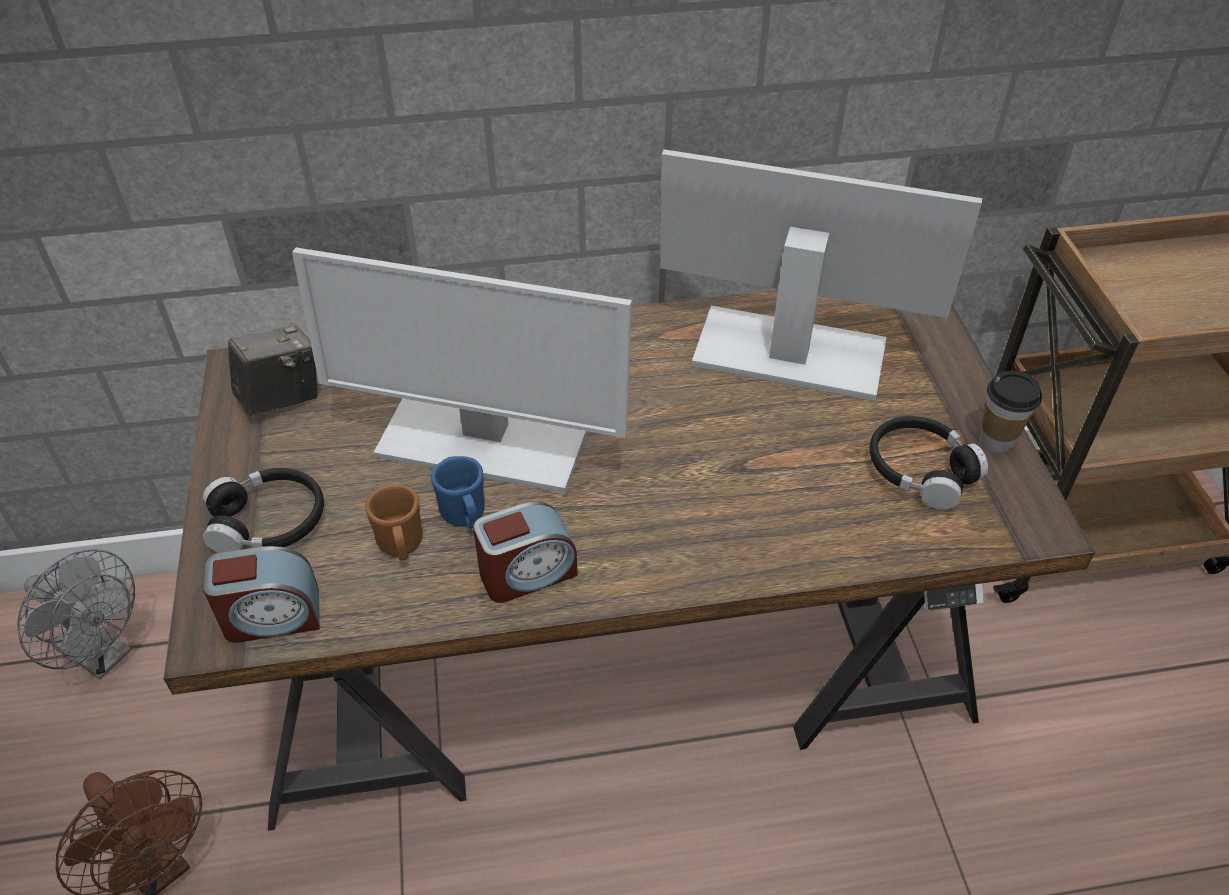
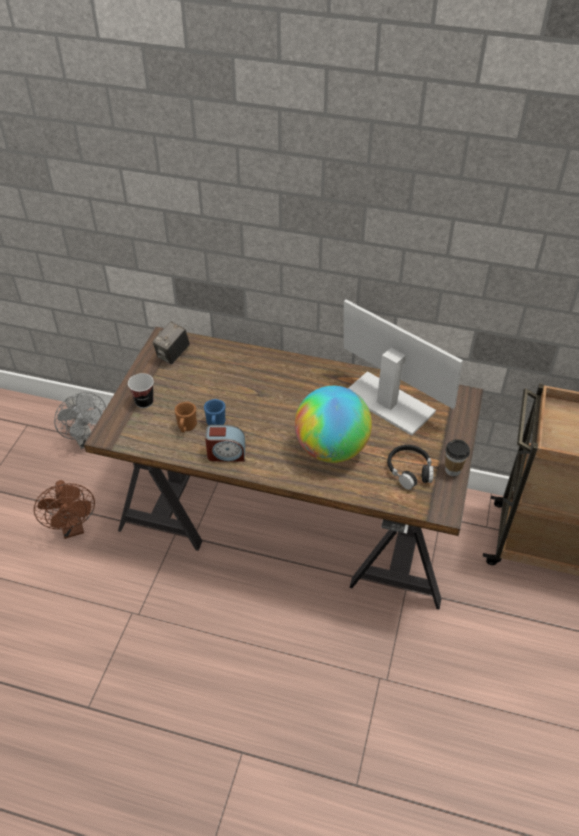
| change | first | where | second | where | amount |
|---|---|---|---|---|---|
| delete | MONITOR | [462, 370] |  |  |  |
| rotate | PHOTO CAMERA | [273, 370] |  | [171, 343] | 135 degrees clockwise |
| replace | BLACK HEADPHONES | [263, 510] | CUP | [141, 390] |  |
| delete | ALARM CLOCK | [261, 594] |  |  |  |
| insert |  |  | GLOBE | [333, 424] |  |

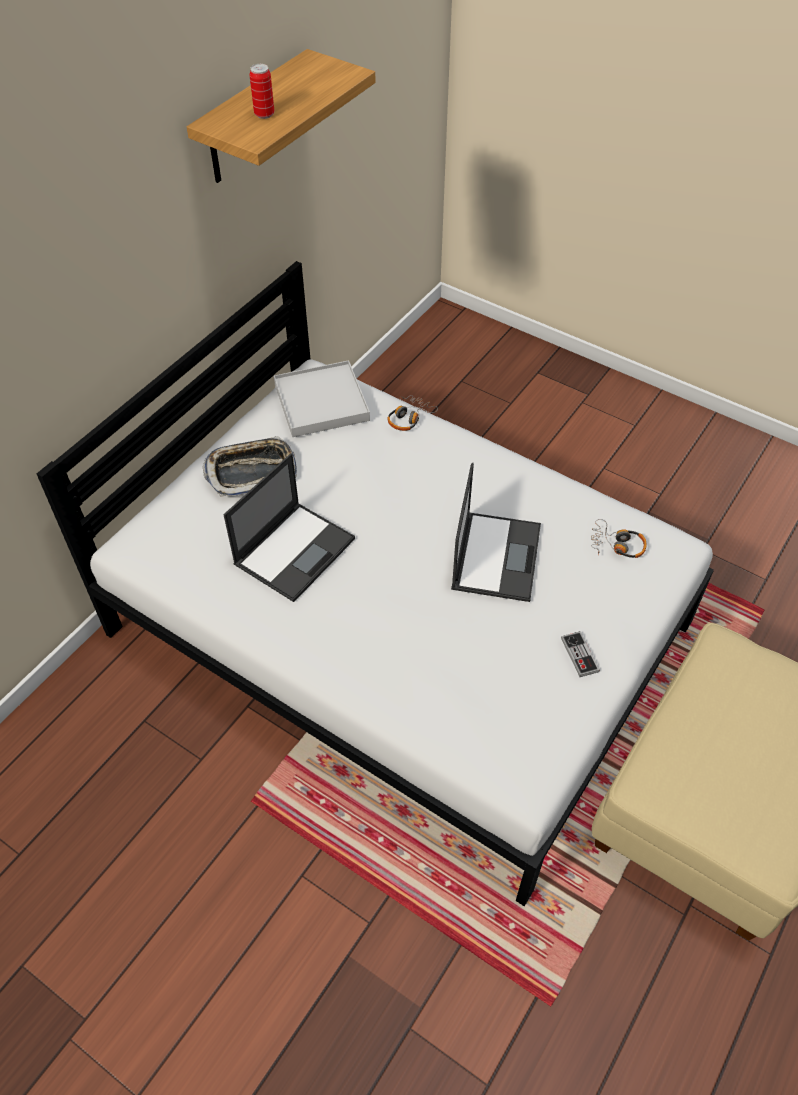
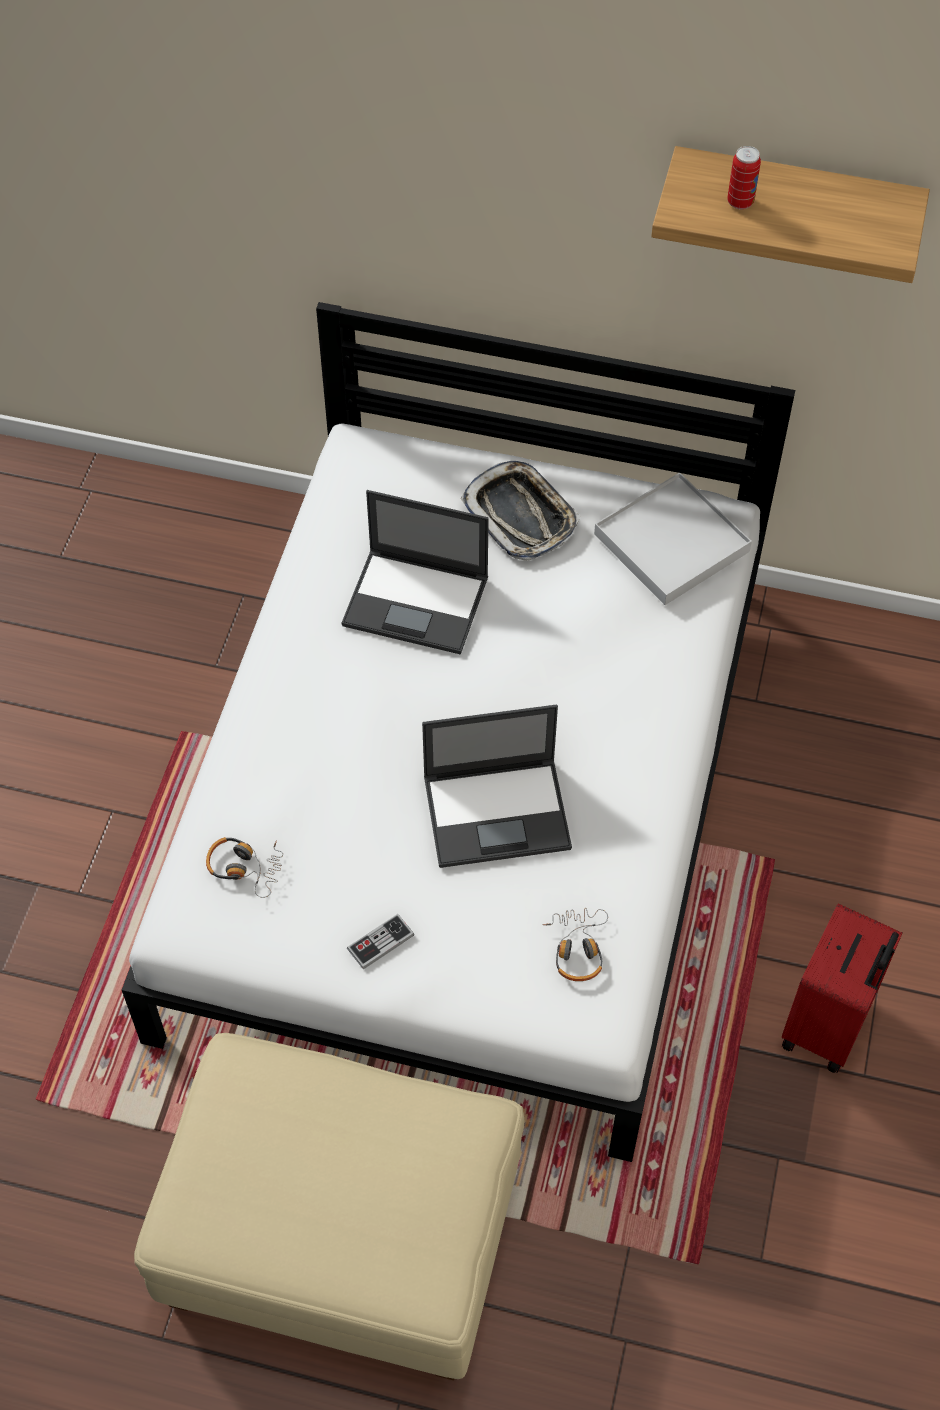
| change | first | where | second | where | amount |
|---|---|---|---|---|---|
| move | HEADPHONES | [412, 413] |  | [244, 867] |  |
| insert |  |  | RED SUITCASE | [842, 988] |  |

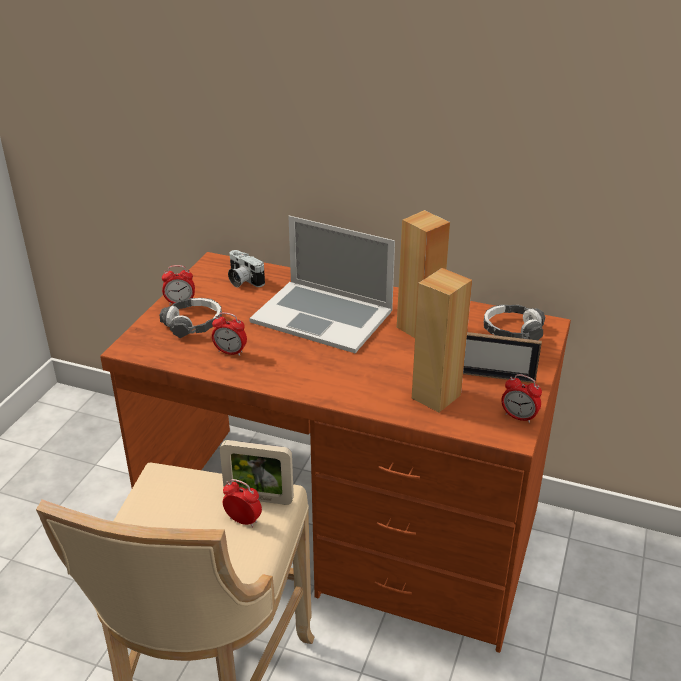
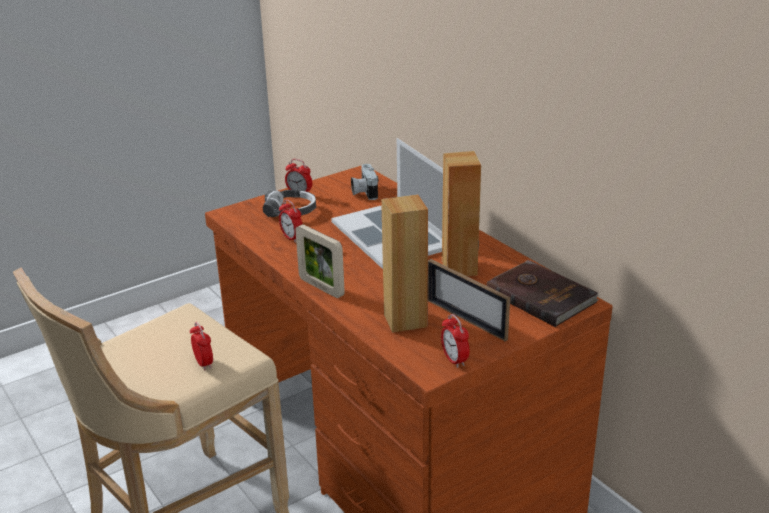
| change | first | where | second | where | amount |
|---|---|---|---|---|---|
| replace | HEADPHONES | [514, 322] | BROWN BOOK | [542, 293] |  |
| move | PICTURE FRAME | [257, 472] |  | [320, 261] |  |

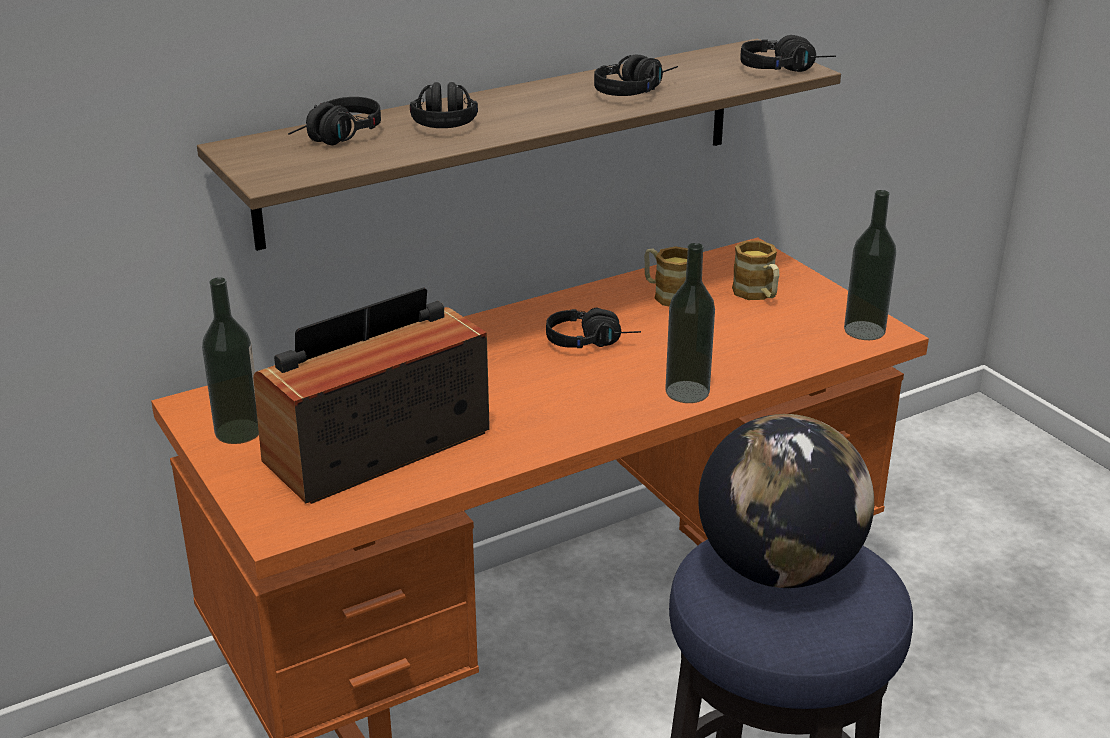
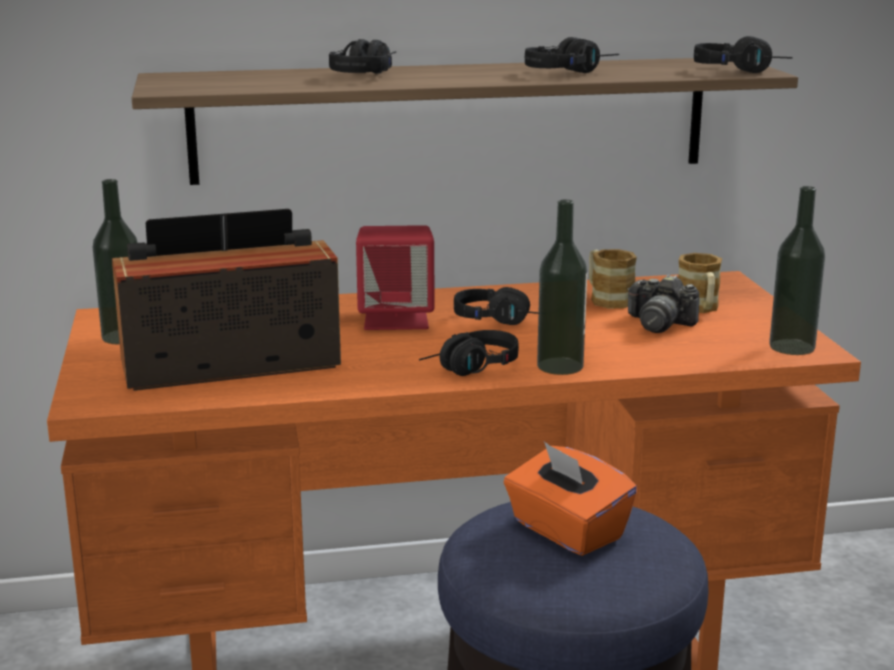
| change | first | where | second | where | amount |
|---|---|---|---|---|---|
| move | BLACK HEADPHONES | [334, 121] |  | [469, 353] |  |
| replace | GLOBE | [786, 501] | ORANGE TISSUE BOX | [570, 499] |  |
| insert |  |  | RED SPEAKER | [395, 277] |  |
| insert |  |  | PHOTO CAMERA | [663, 303] |  |

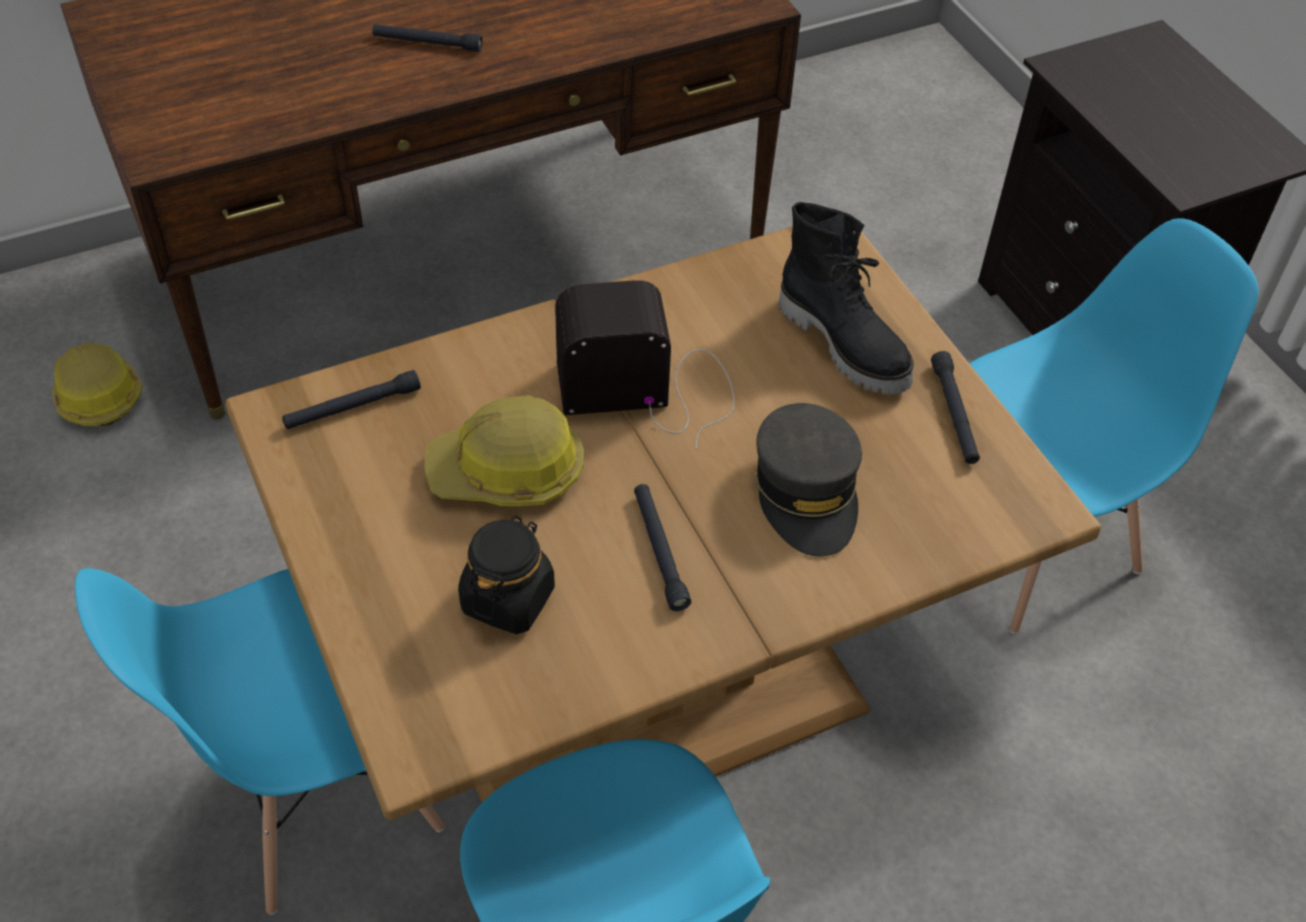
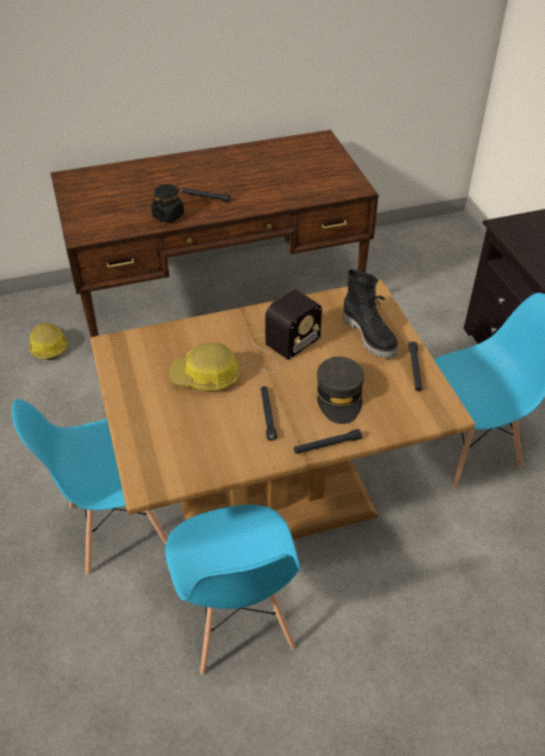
| change | first | where | second | where | amount |
|---|---|---|---|---|---|
| rotate | RADIO | [645, 365] |  | [281, 331] | 135 degrees clockwise |
| move | BLACK FLASHLIGHT | [351, 399] |  | [328, 441] |  |
| move | BLACK JAR | [506, 574] |  | [167, 203] |  |

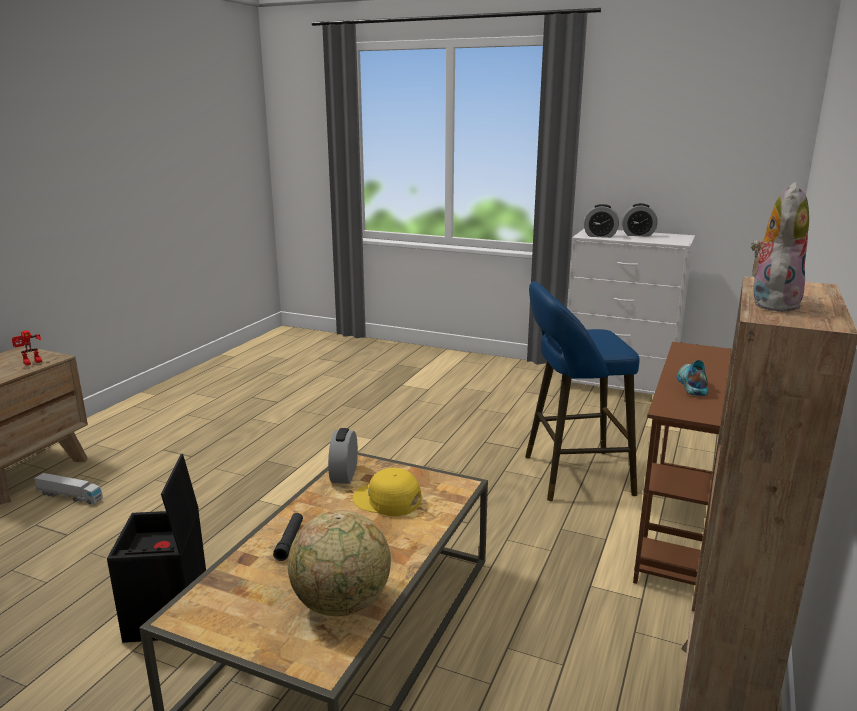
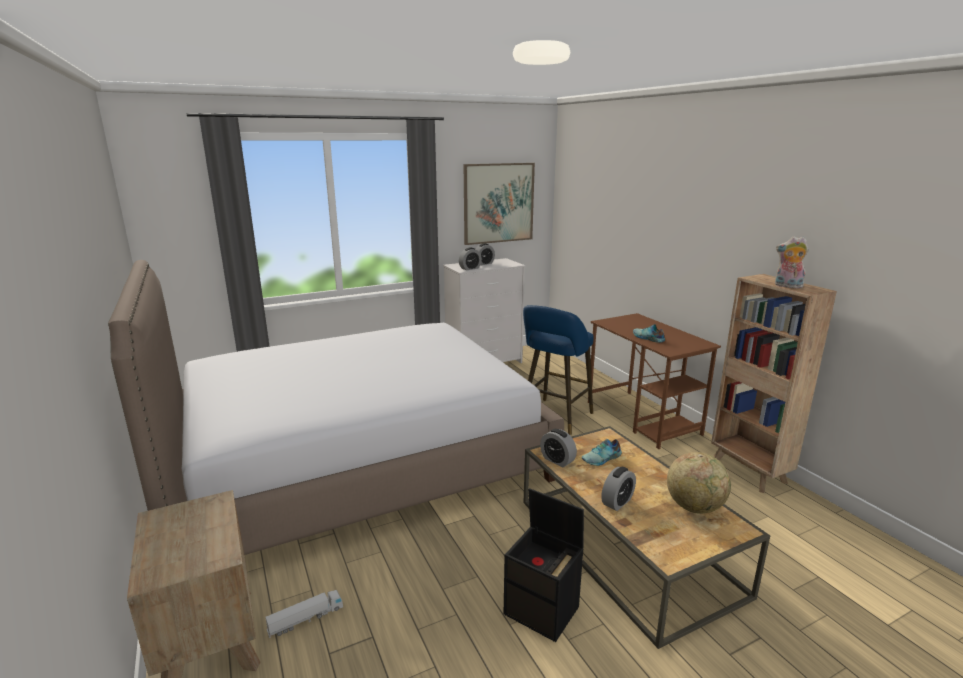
| change | first | where | second | where | amount |
|---|---|---|---|---|---|
| rotate | PLUSH TOY | [780, 247] |  | [792, 262] | 45 degrees counterclockwise |
| delete | TOY ROBOT | [27, 347] |  |  |  |
| replace | YELLOW CAP | [386, 492] | SHOE | [602, 452] |  |
| replace | BLACK FLASHLIGHT | [288, 537] | ALARM CLOCK | [618, 489] |  |
| insert |  |  | PICTURE | [499, 204] |  |
| insert |  |  | BED | [336, 407] |  |

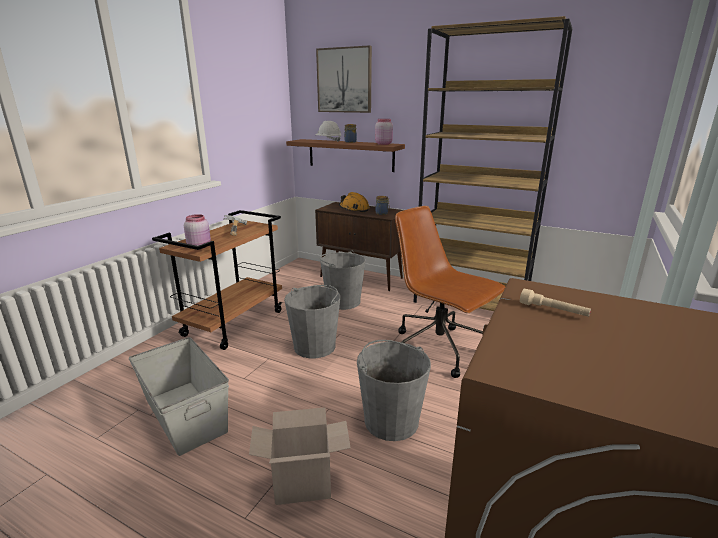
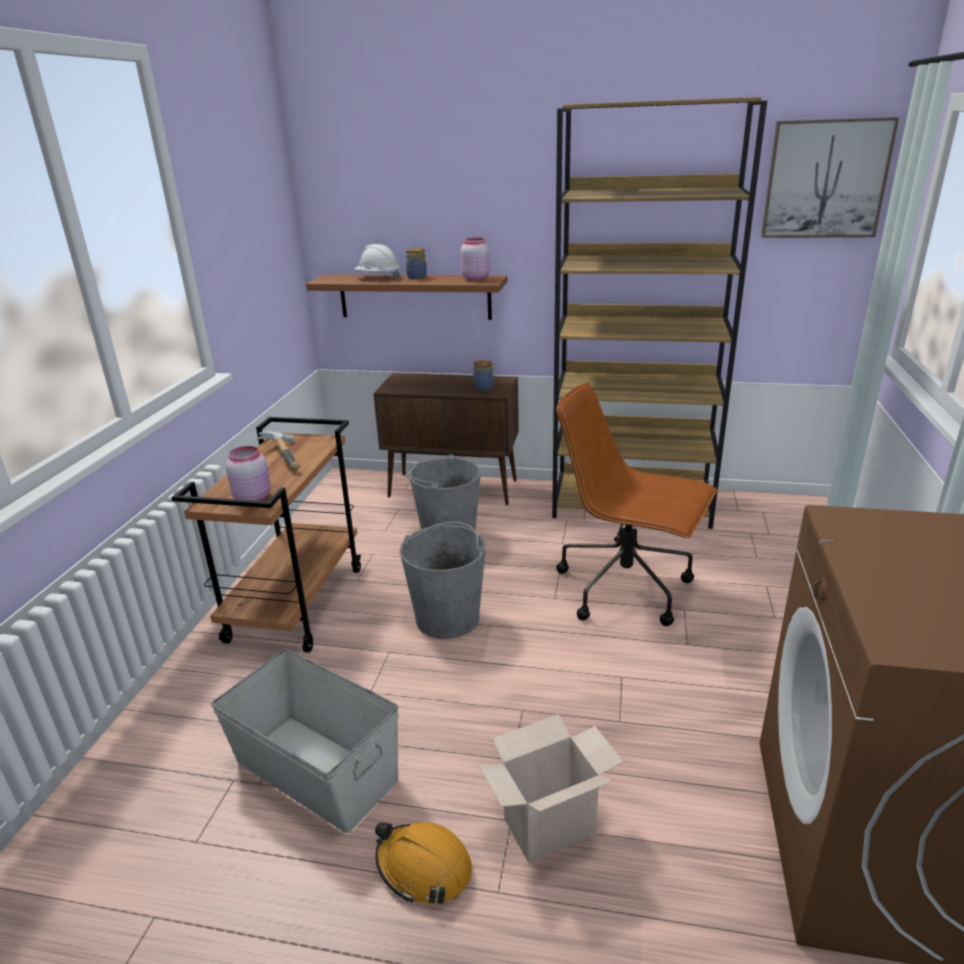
| change | first | where | second | where | amount |
|---|---|---|---|---|---|
| move | PICTURE | [344, 79] |  | [830, 177] |  |
| move | ORANGE HARD HAT | [354, 202] |  | [423, 863] |  |
| delete | BEIGE FLASHLIGHT | [555, 303] |  |  |  |
| delete | GREY BUCKET | [394, 390] |  |  |  |

